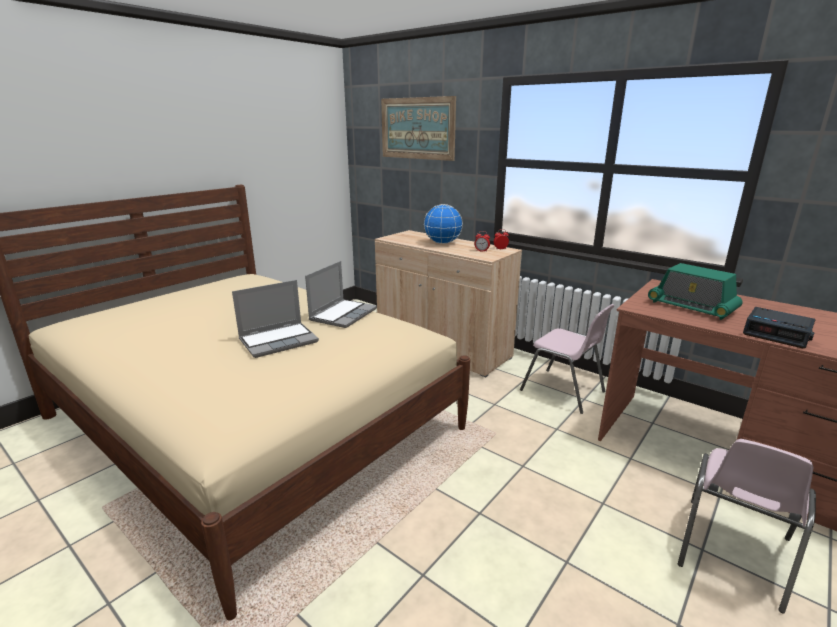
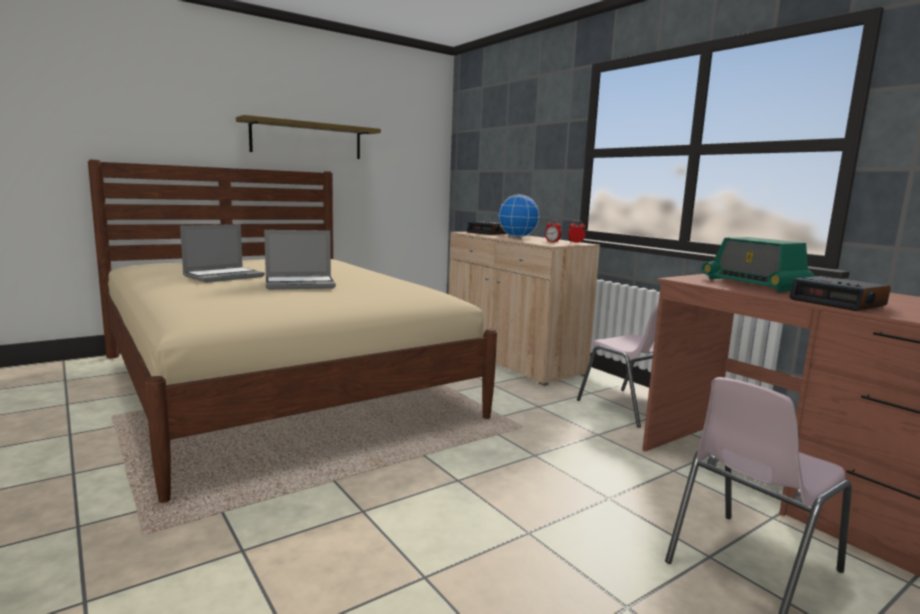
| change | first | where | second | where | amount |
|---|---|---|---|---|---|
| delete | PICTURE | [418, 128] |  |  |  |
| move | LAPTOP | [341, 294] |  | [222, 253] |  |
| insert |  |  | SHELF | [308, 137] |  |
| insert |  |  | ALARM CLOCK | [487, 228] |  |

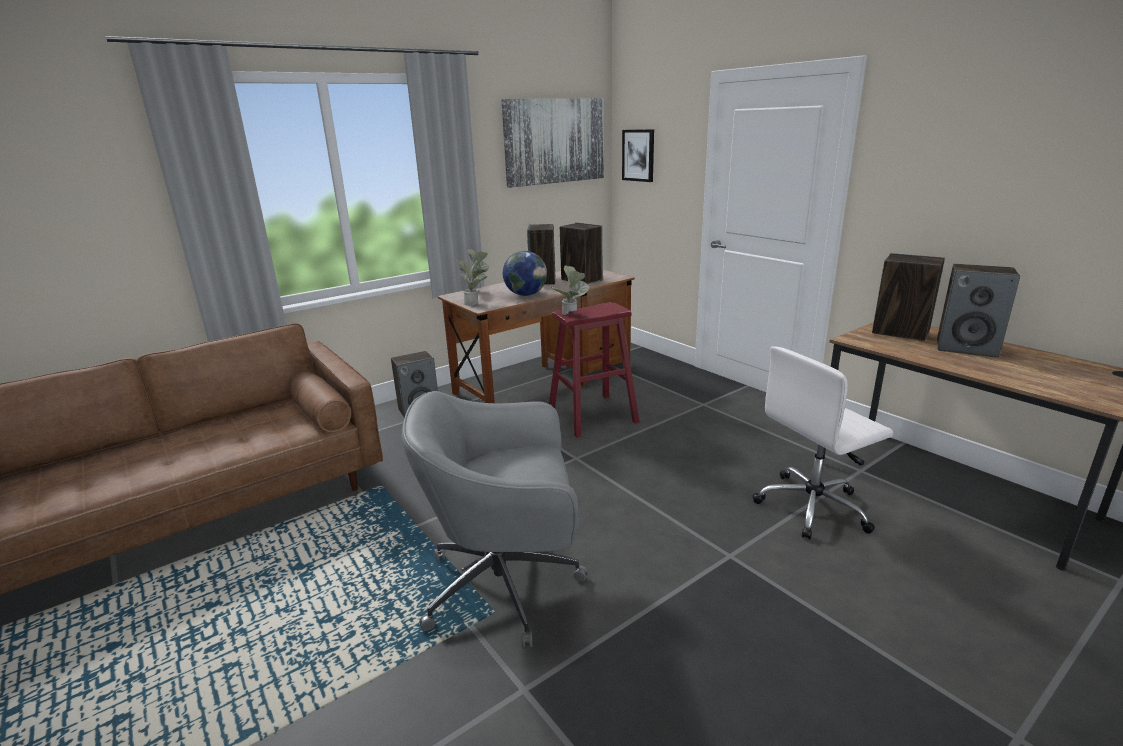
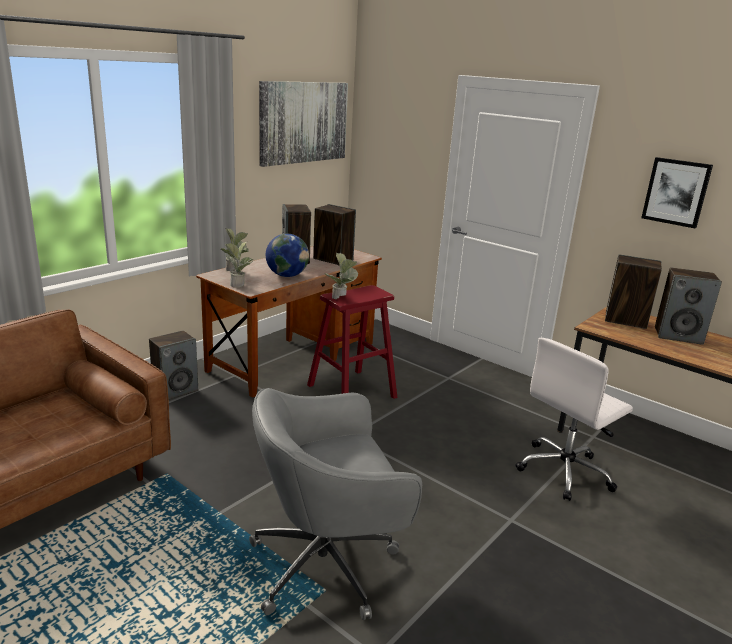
| change | first | where | second | where | amount |
|---|---|---|---|---|---|
| move | PICTURE | [638, 155] |  | [677, 192] |  |

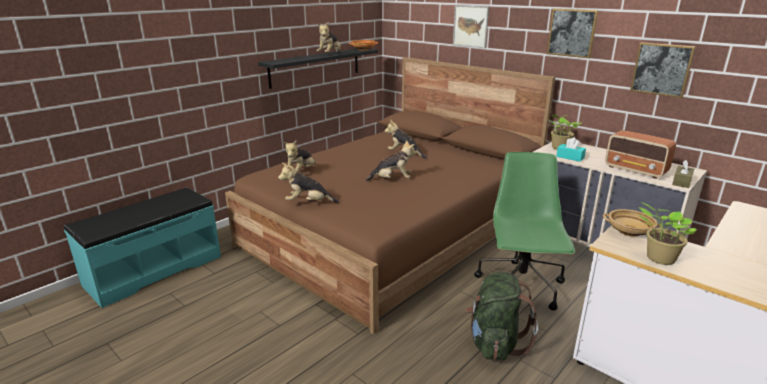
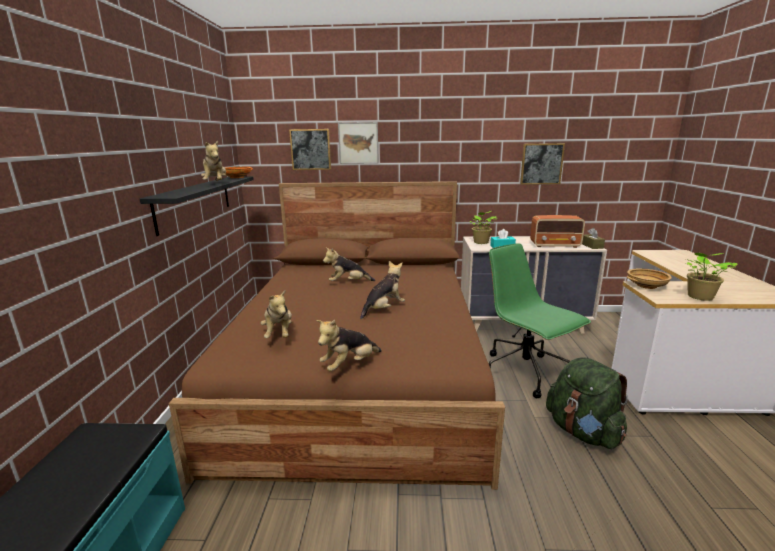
| change | first | where | second | where | amount |
|---|---|---|---|---|---|
| move | PICTURE | [572, 33] |  | [310, 149] |  |

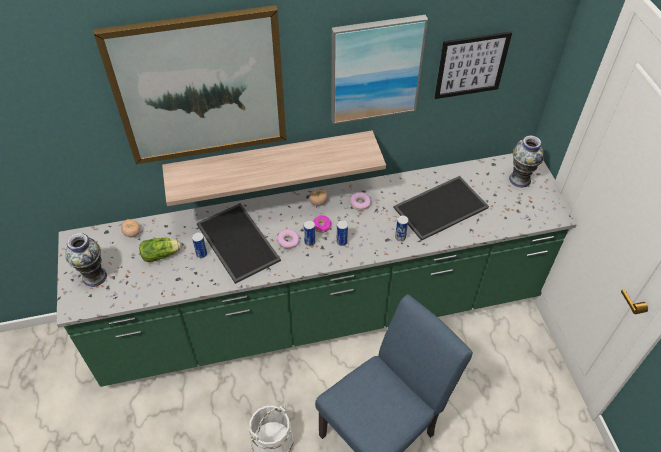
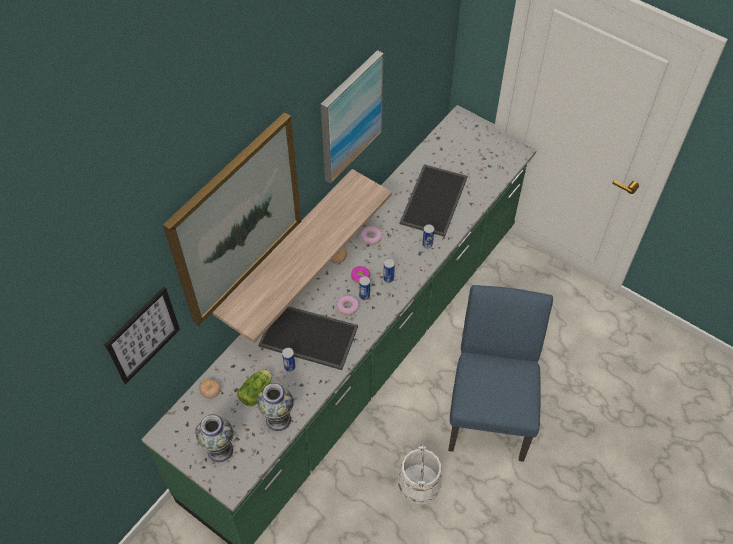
| change | first | where | second | where | amount |
|---|---|---|---|---|---|
| move | PICTURE | [473, 65] |  | [142, 336] |  |
| move | VASE | [526, 162] |  | [275, 407] |  |

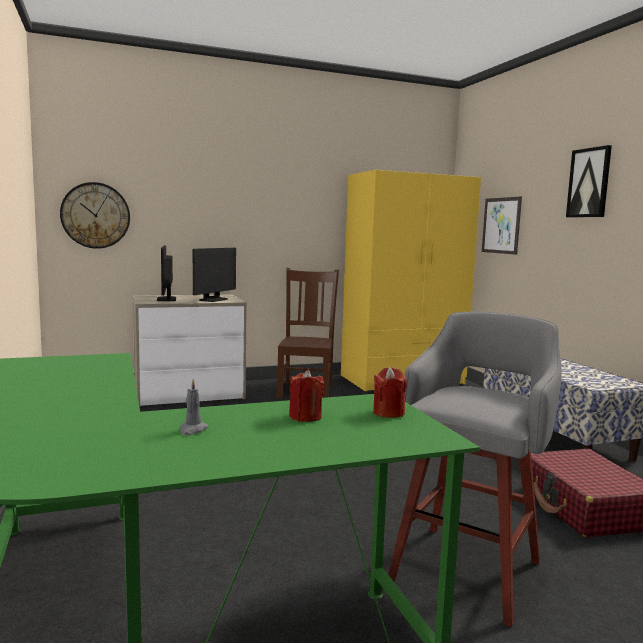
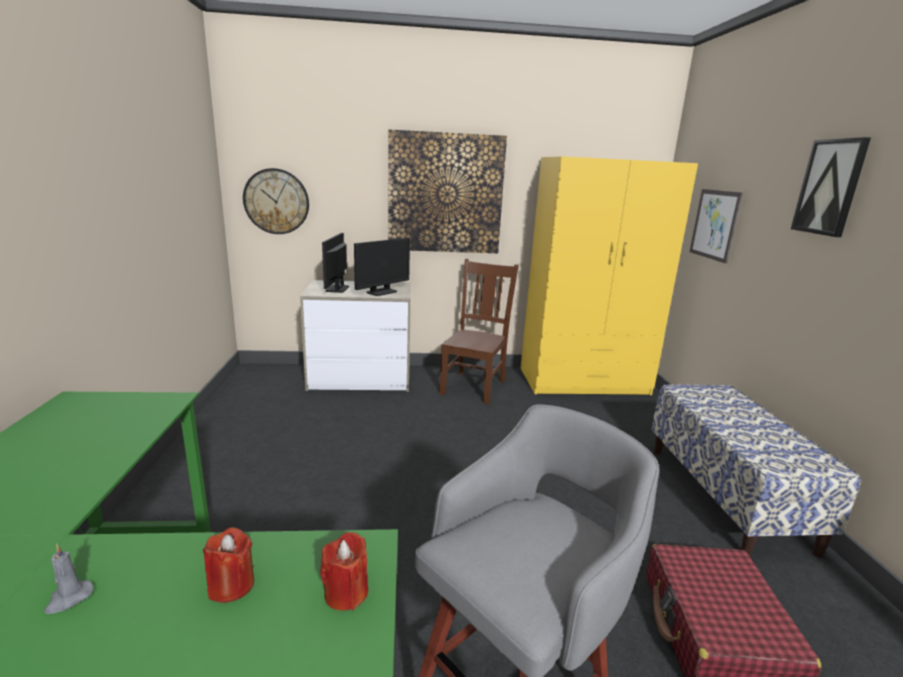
| change | first | where | second | where | amount |
|---|---|---|---|---|---|
| insert |  |  | PICTURE | [447, 191] |  |

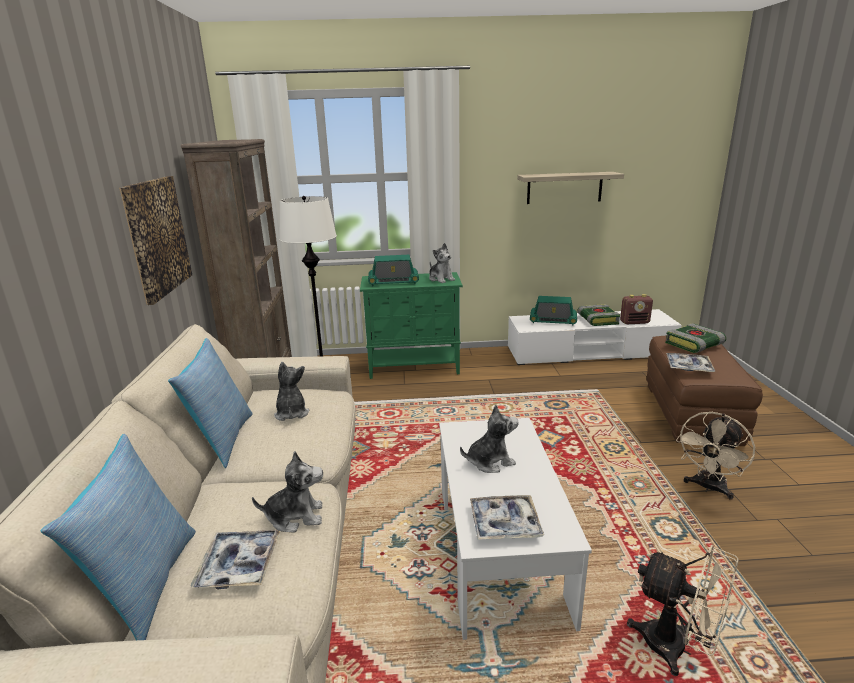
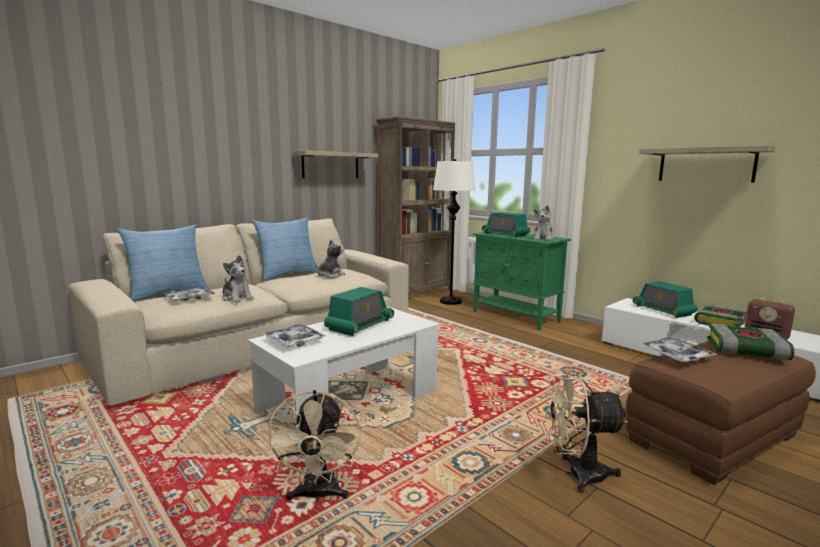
| change | first | where | second | where | amount |
|---|---|---|---|---|---|
| replace | PICTURE | [155, 240] | SHELF | [335, 164] |  |
| replace | PLUSH TOY | [489, 439] | RADIO | [359, 311] |  |

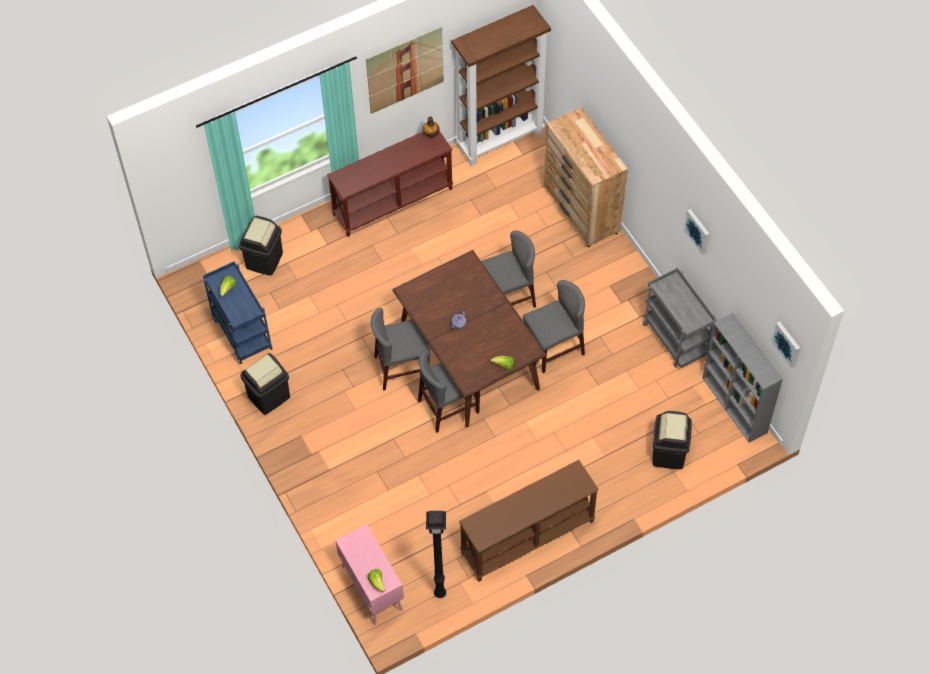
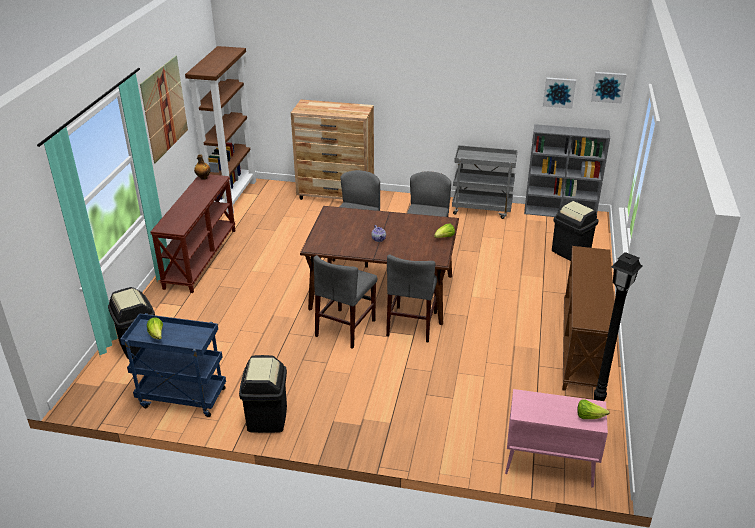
| change | first | where | second | where | amount |
|---|---|---|---|---|---|
| move | PICTURE | [697, 232] |  | [559, 93] |  |

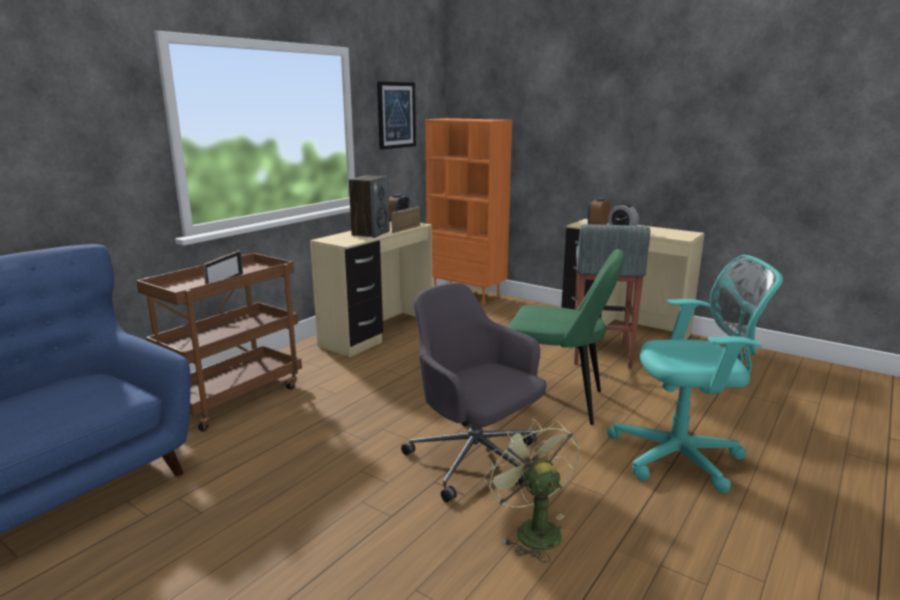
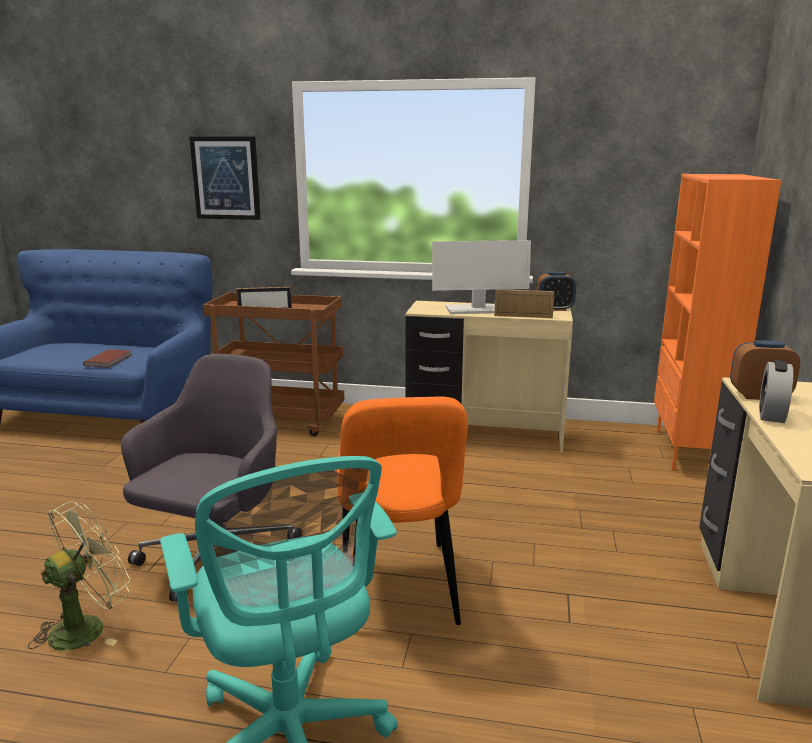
| change | first | where | second | where | amount |
|---|---|---|---|---|---|
| move | PICTURE | [396, 115] |  | [225, 178] |  |
| replace | SPEAKER | [369, 206] | MONITOR | [481, 277] |  |
| delete | GREY STOOL | [612, 296] |  |  |  |
| recolor | GREEN CHAIR | [566, 337] | ORANGE CHAIR | [402, 511] |  |
| insert |  |  | BROWN BOOK | [107, 358] |  |

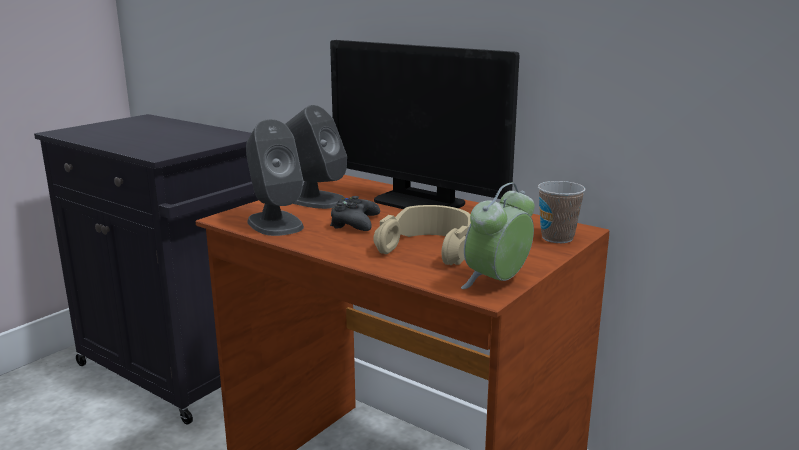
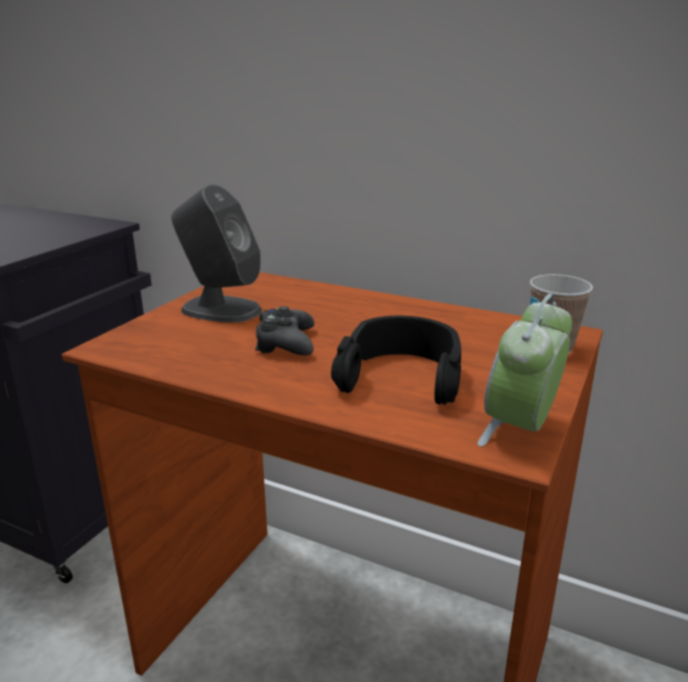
| change | first | where | second | where | amount |
|---|---|---|---|---|---|
| delete | MONITOR | [425, 124] |  |  |  |
| delete | GREY SPEAKER | [275, 177] |  |  |  |
| recolor | BEIGE HEADPHONES | [422, 235] | BLACK HEADPHONES | [396, 360] |  |

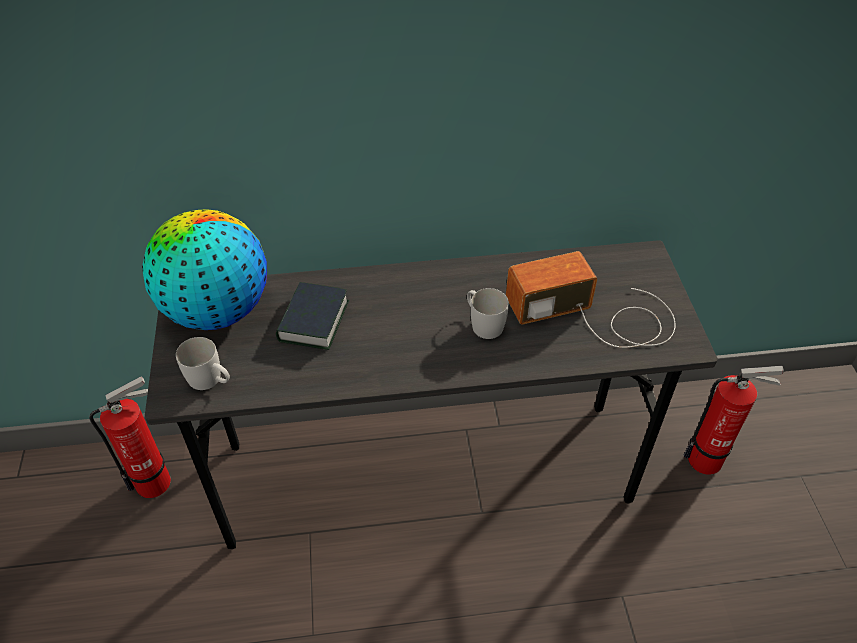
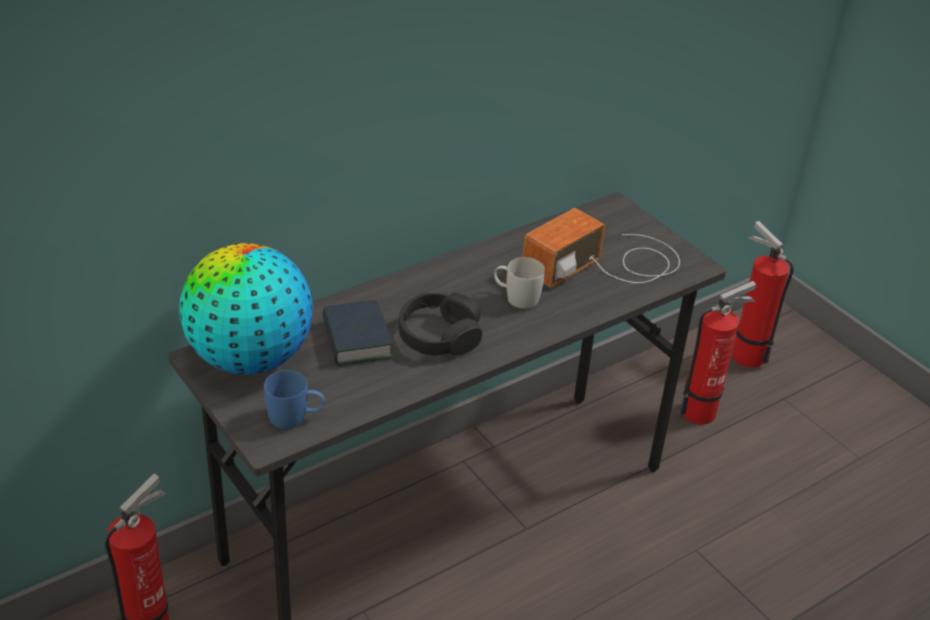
| change | first | where | second | where | amount |
|---|---|---|---|---|---|
| recolor | WHITE MUG | [203, 363] | BLUE MUG | [294, 399] |  |
| insert |  |  | FIRE EXTINGUISHER | [763, 294] |  |
| insert |  |  | BLACK HEADPHONES | [440, 324] |  |

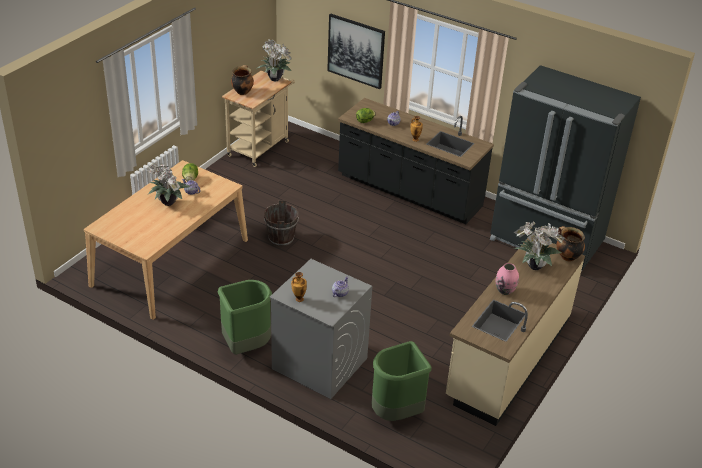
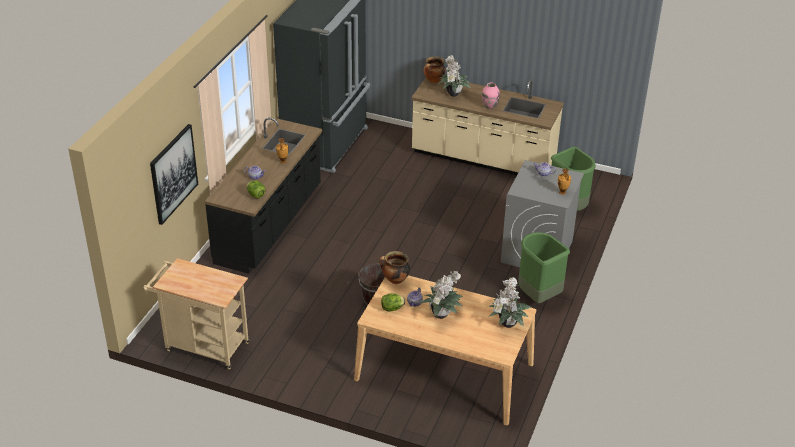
| change | first | where | second | where | amount |
|---|---|---|---|---|---|
| move | POTTED PLANT | [274, 60] |  | [510, 302] |  |
| move | COOKING POT | [242, 80] |  | [394, 267] |  |

